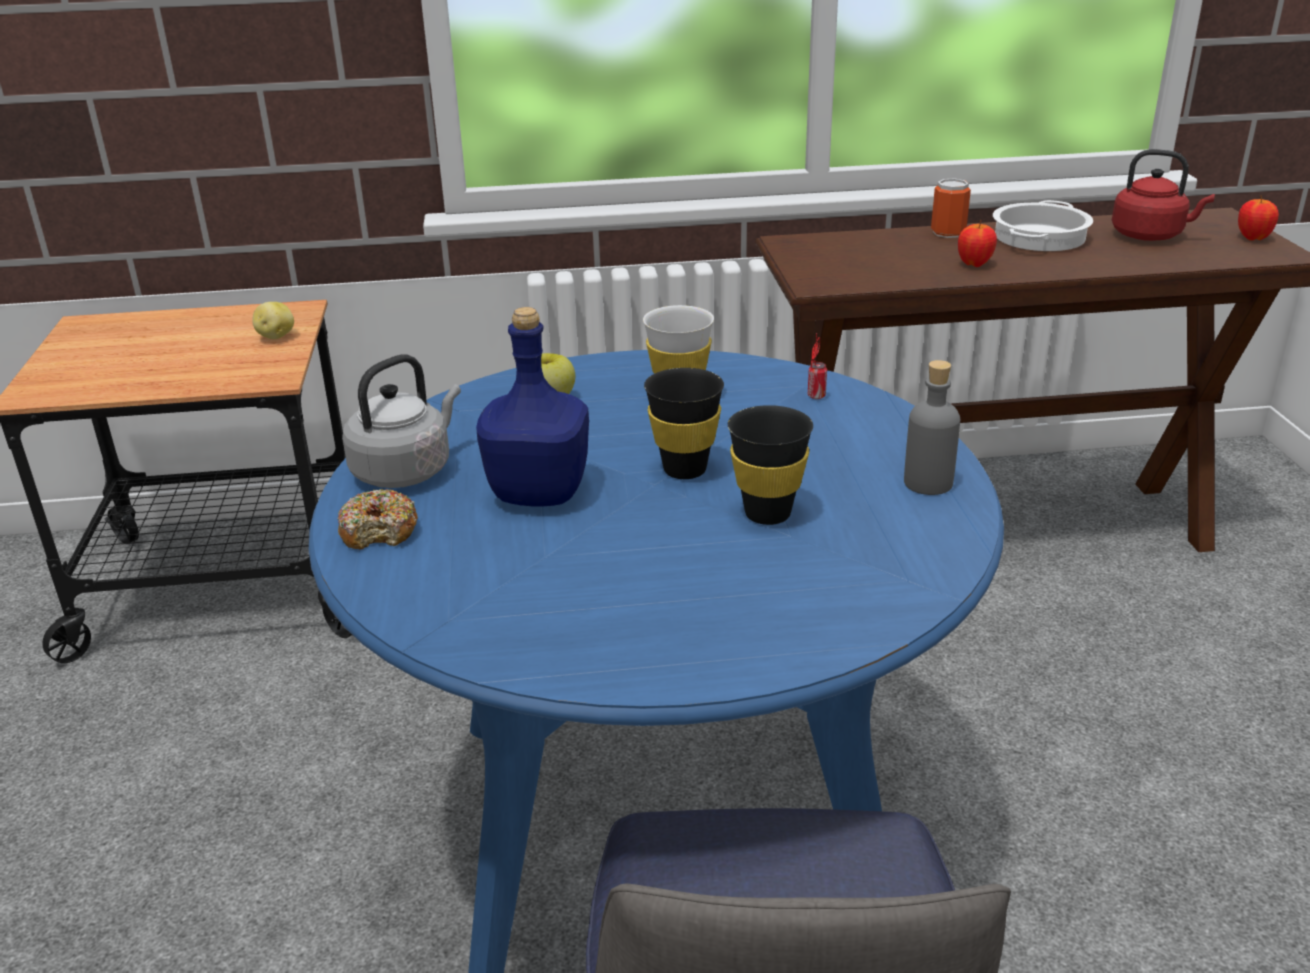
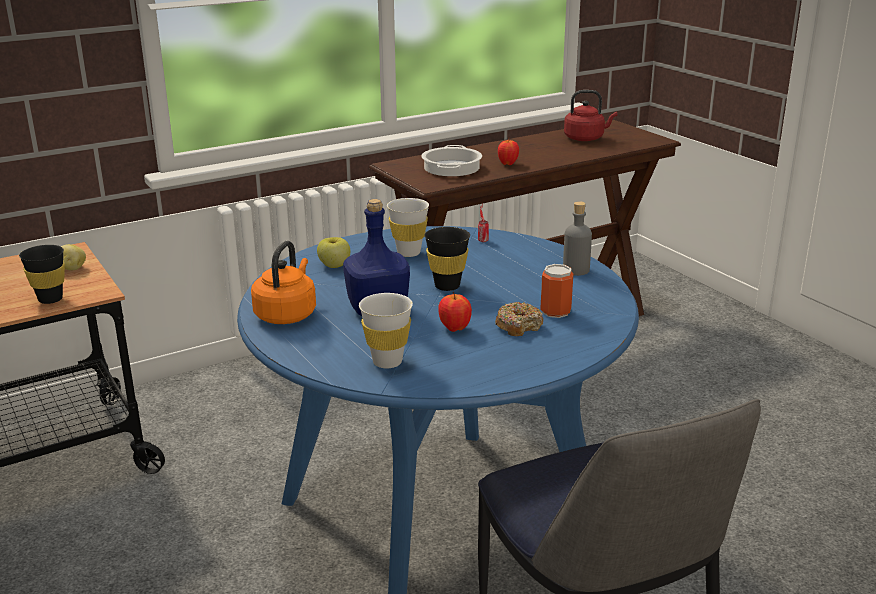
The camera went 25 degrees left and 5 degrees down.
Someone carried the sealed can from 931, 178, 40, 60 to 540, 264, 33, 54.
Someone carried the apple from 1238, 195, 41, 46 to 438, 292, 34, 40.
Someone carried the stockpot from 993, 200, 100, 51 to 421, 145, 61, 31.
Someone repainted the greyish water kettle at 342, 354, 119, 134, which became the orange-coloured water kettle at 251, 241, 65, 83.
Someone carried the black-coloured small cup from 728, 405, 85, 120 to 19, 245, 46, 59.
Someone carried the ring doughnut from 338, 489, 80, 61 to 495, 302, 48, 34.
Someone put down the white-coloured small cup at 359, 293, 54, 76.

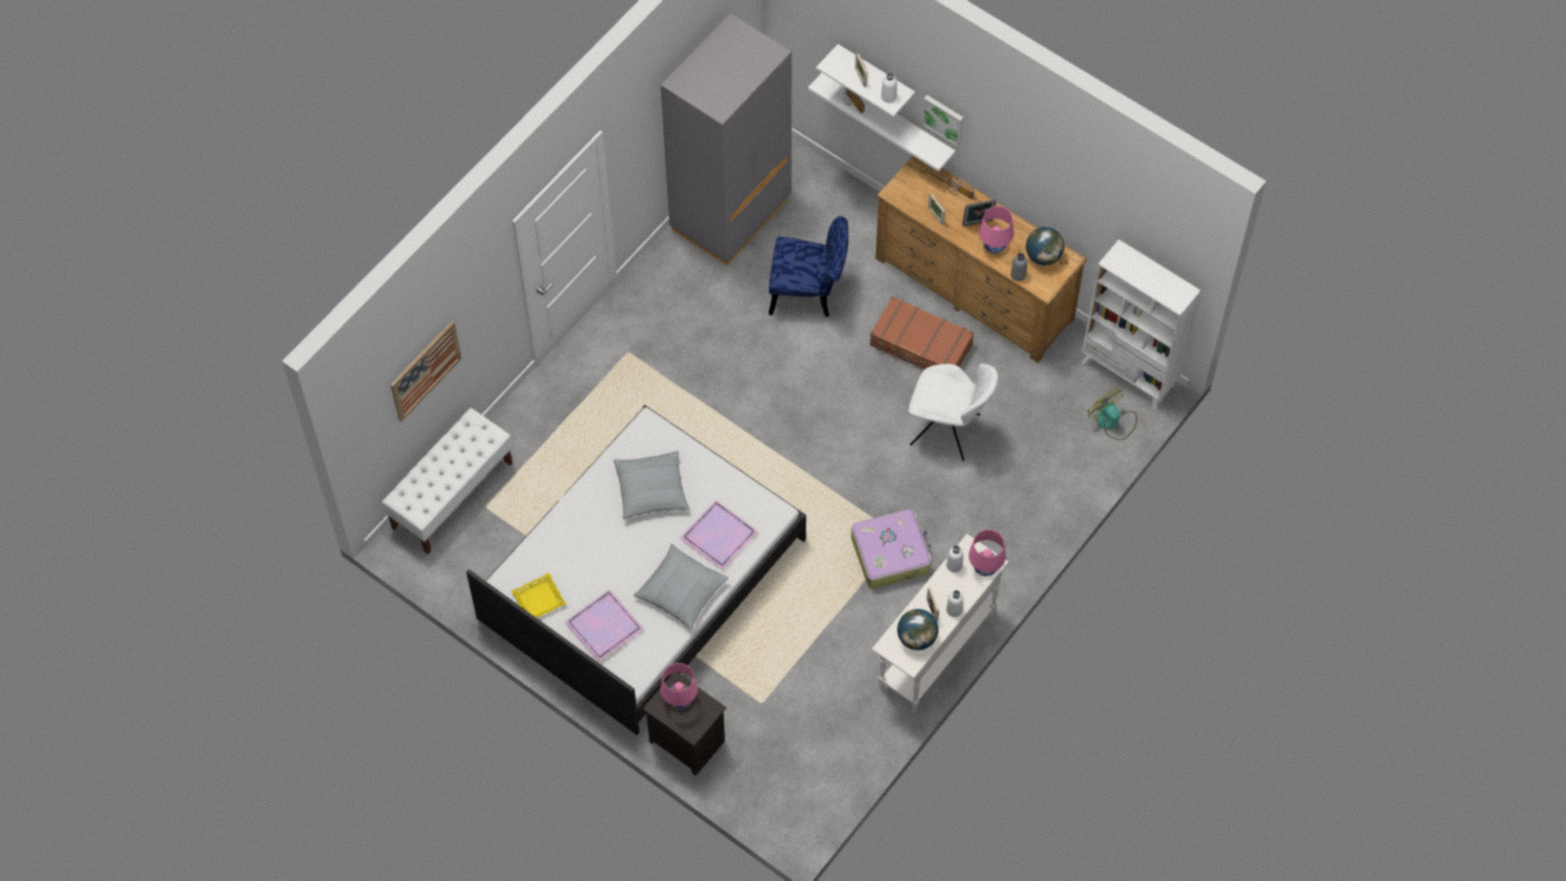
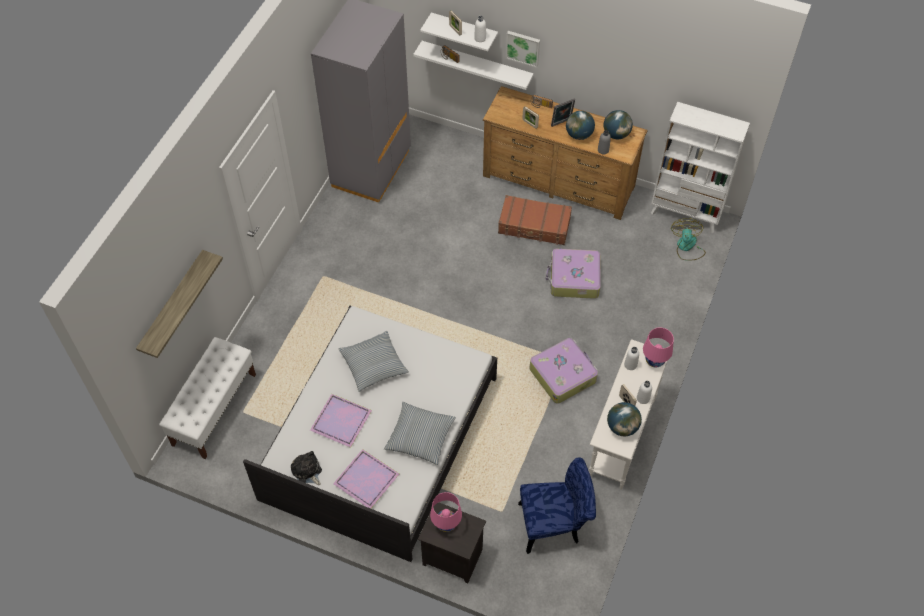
The camera went 15 degrees left and 5 degrees down.
Someone swapped the pink lamp for a table at 979, 206, 35, 48 for the world globe at 566, 111, 29, 29.
Someone carried the bluish chair from 769, 216, 80, 101 to 518, 457, 78, 97.
Someone swapped the wall art at 390, 321, 72, 101 for the bracket shelf at 136, 250, 87, 108.
Someone swapped the white-coloured chair at 909, 363, 89, 98 for the travel case at 546, 248, 55, 51.
Someone rotated the cooling fan at 1087, 387, 50, 53 by 60 degrees clockwise.
Someone carried the purplish carrying tray from 680, 500, 79, 70 to 310, 394, 62, 54.
Someone swapped the yellow carrying tray at 511, 573, 55, 45 for the cuddly toy at 291, 451, 31, 34.

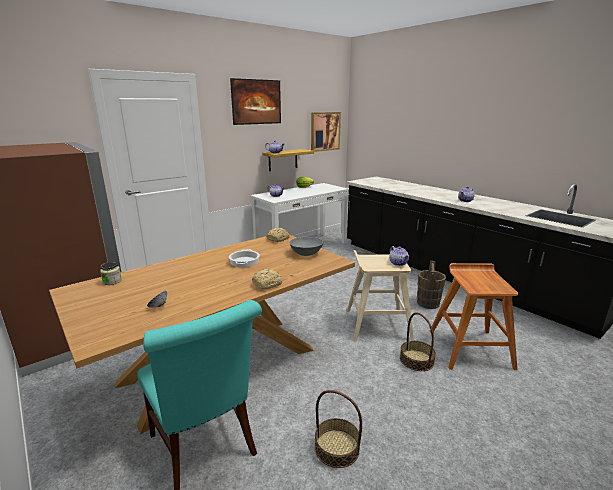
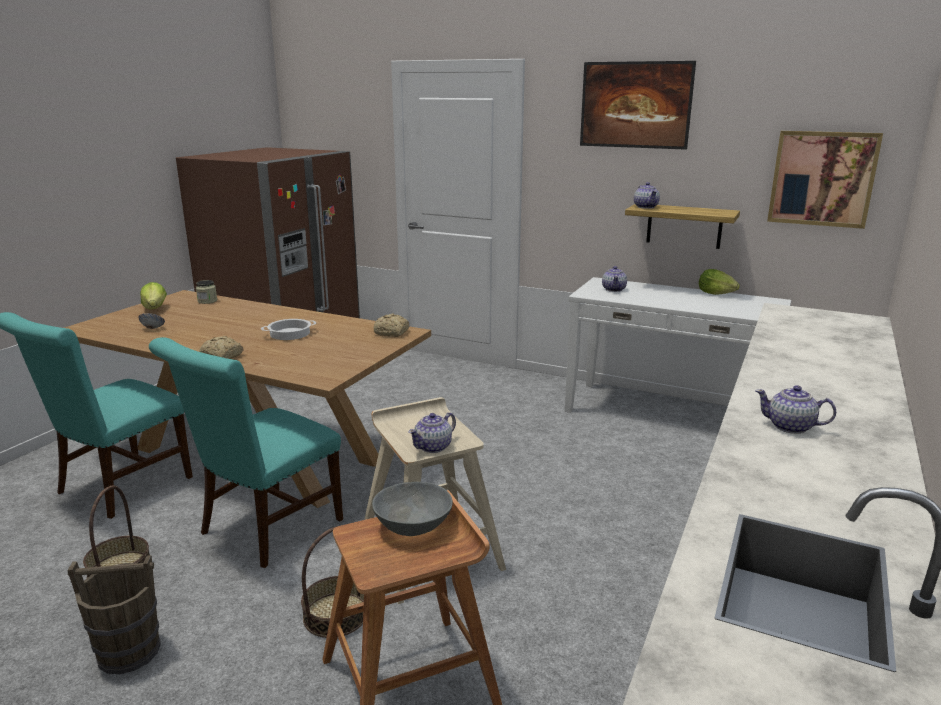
The camera went 65 degrees right and 0 degrees up.
Someone carried the greyish bowl from 290, 237, 34, 19 to 372, 482, 81, 54.
Someone carried the brown pail from 417, 261, 29, 48 to 67, 555, 94, 119.
Someone put down the lettuce head at 140, 282, 27, 28.
Someone put down the blue-green chair at 149, 337, 194, 231.

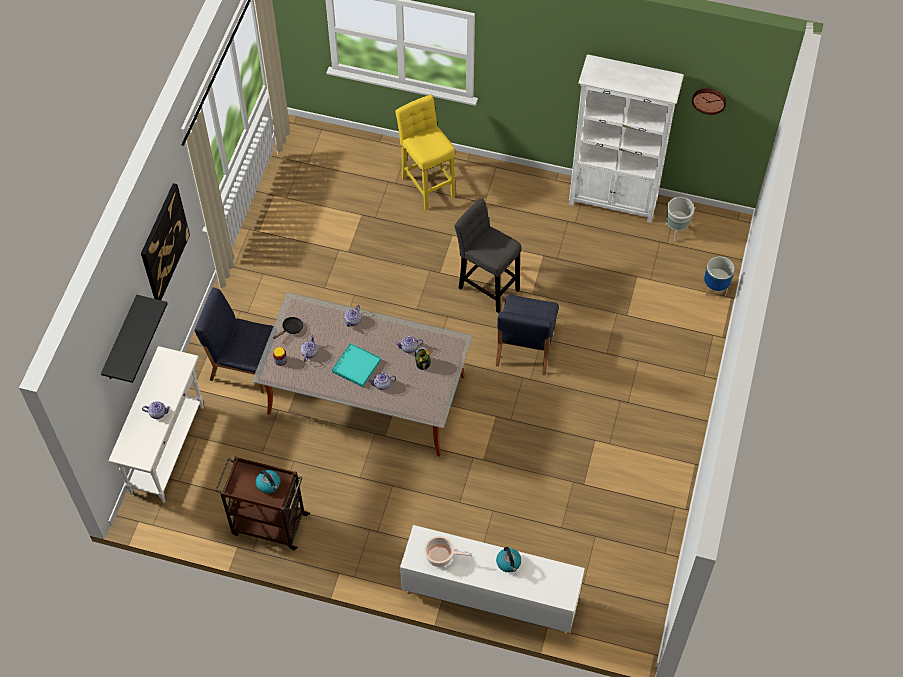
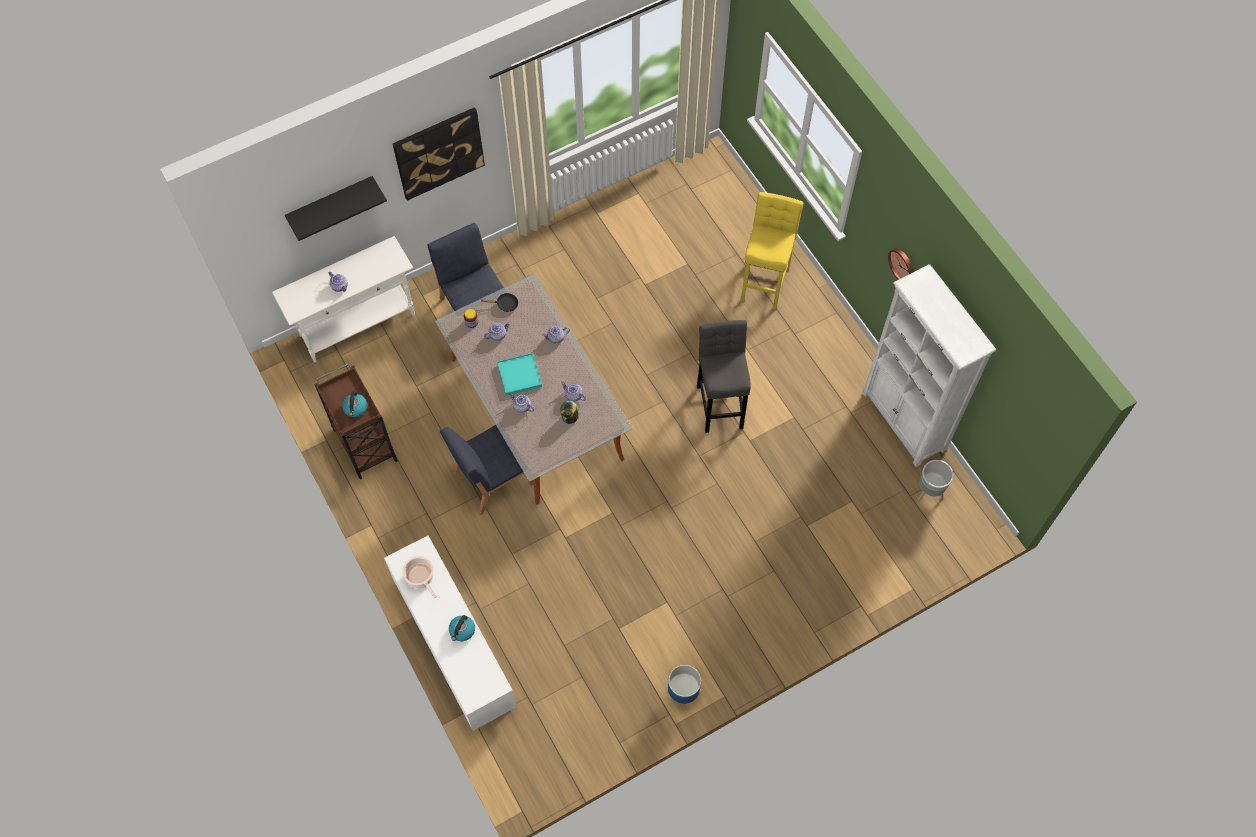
The camera went 45 degrees right and 5 degrees up.
Someone carried the wall clock from 692, 88, 34, 27 to 888, 248, 26, 32.
Someone carried the flower pot from 704, 256, 31, 42 to 667, 665, 34, 44.
Someone carried the bluish chair from 496, 294, 63, 81 to 440, 425, 94, 90.

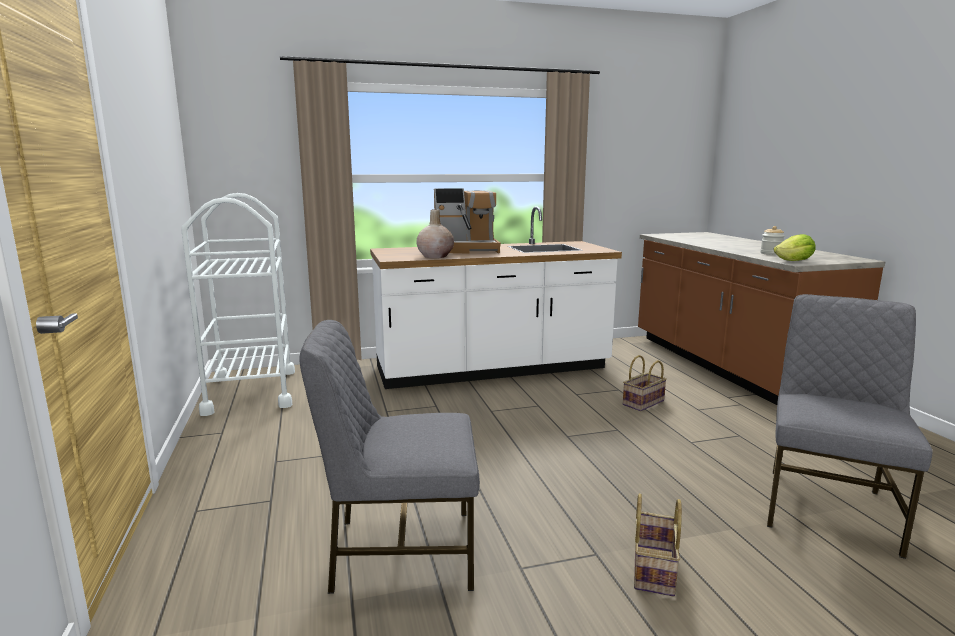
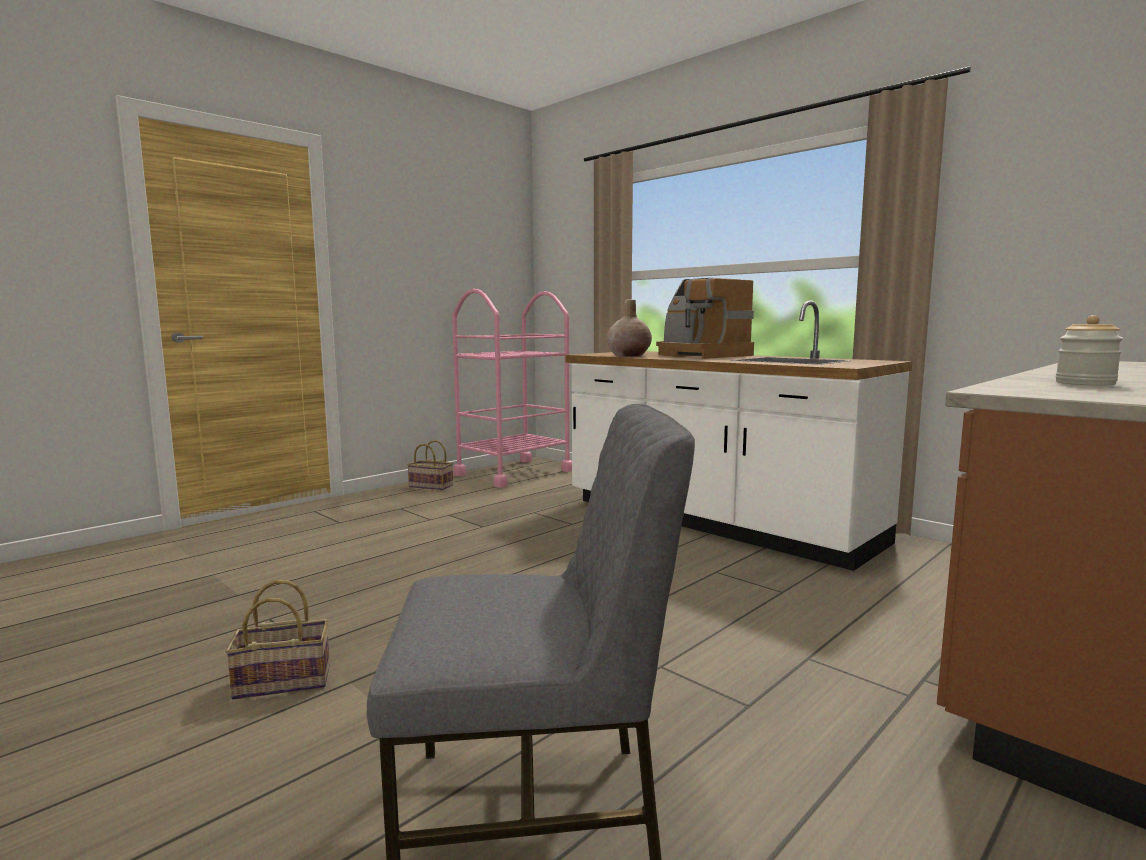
The camera went 60 degrees right and 5 degrees down.
Someone repainted the white-coloured cart at 181, 193, 114, 223, which became the pink cart at 452, 289, 120, 199.
Someone took away the lettuce head at 774, 234, 42, 27.
Someone took away the greyish chair at 299, 320, 181, 274.
Someone carried the storage basket from 623, 355, 44, 56 to 407, 440, 46, 50.

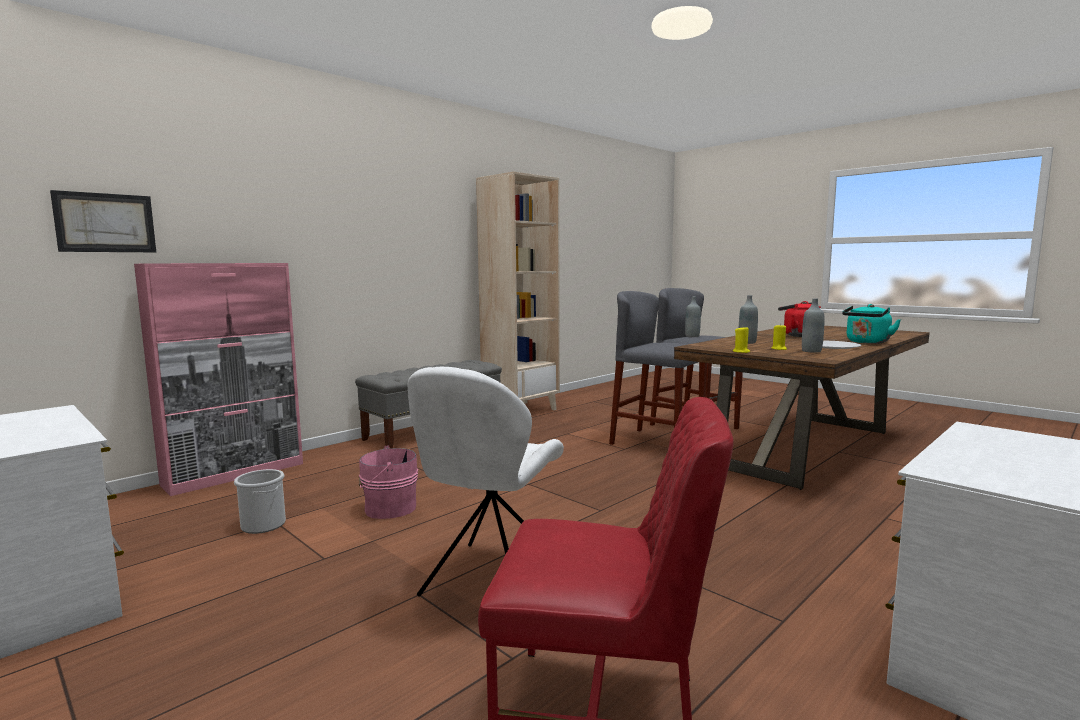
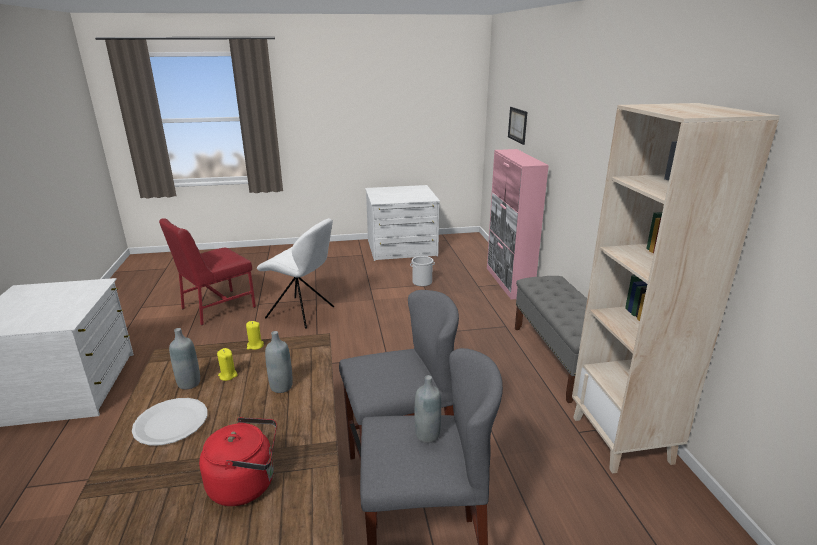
The camera went 125 degrees right and 15 degrees up.
Someone took away the blue-green water kettle at 842, 304, 59, 40.
Someone rotated the white-coloured chair at 408, 367, 156, 230 by 150 degrees clockwise.
Someone took away the pink pail at 359, 446, 59, 73.

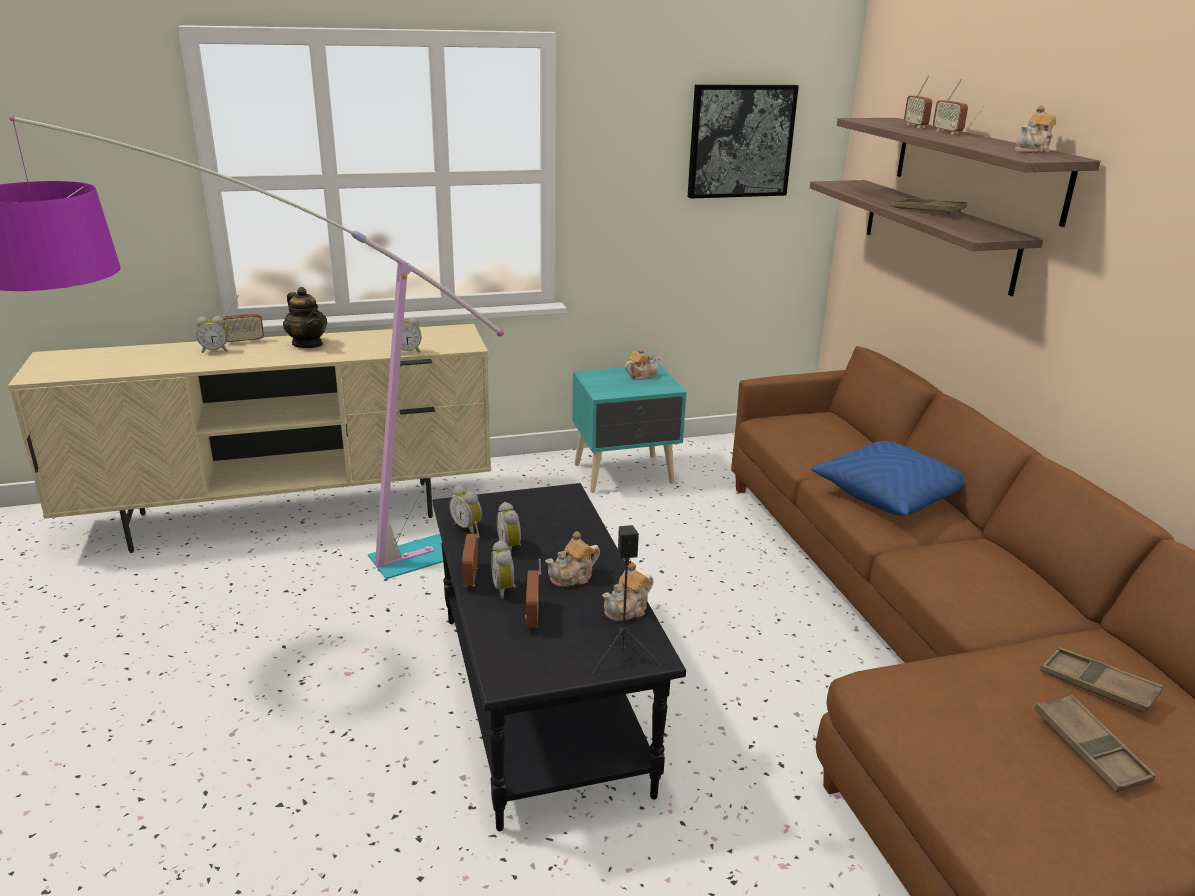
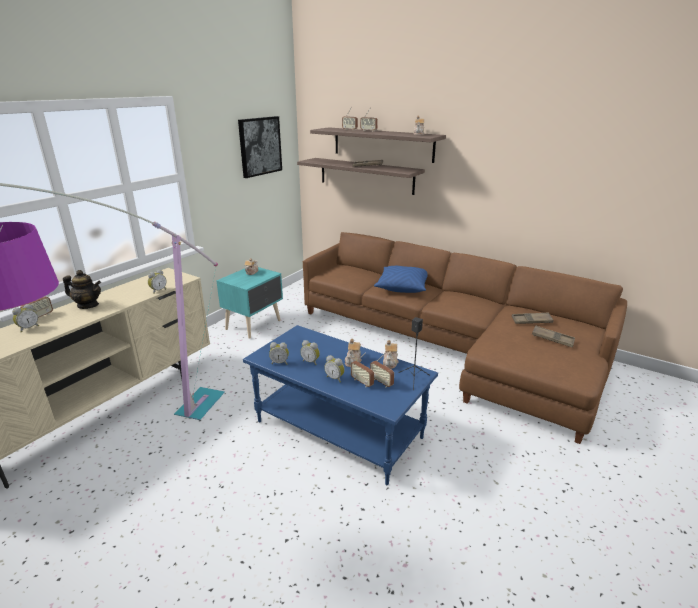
The camera went 40 degrees left and 0 degrees up.
Someone repainted the black-coloured lounge table at 433, 483, 253, 348, which became the bluish lounge table at 243, 325, 195, 160.
Someone carried the radio set from 462, 521, 18, 65 to 370, 352, 24, 36.

